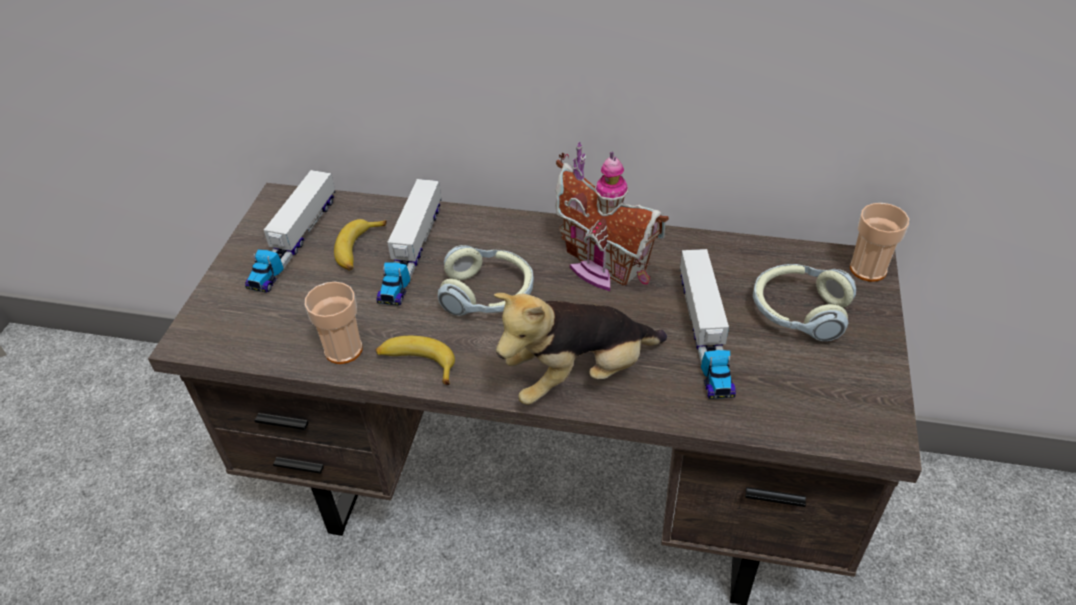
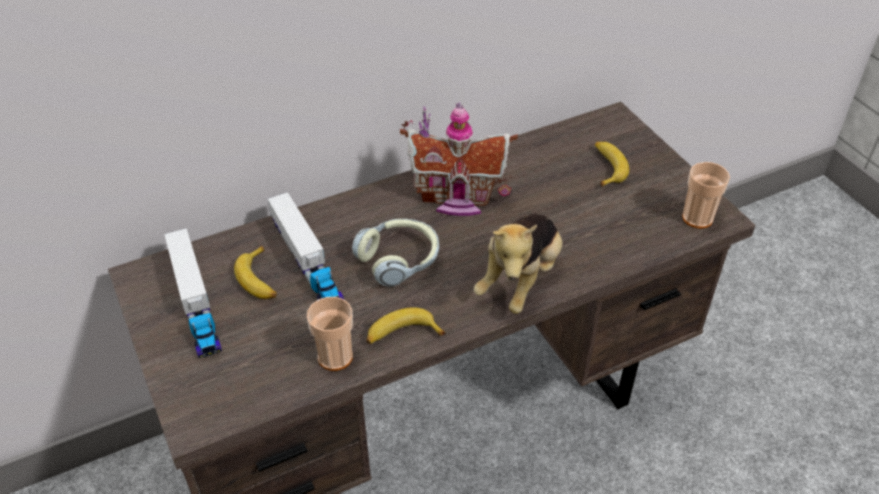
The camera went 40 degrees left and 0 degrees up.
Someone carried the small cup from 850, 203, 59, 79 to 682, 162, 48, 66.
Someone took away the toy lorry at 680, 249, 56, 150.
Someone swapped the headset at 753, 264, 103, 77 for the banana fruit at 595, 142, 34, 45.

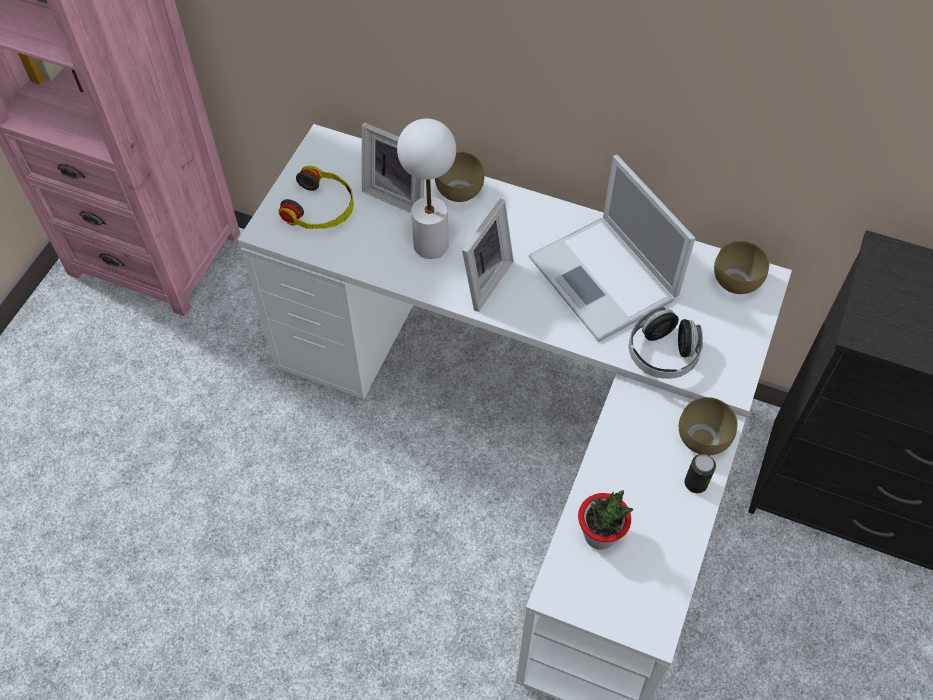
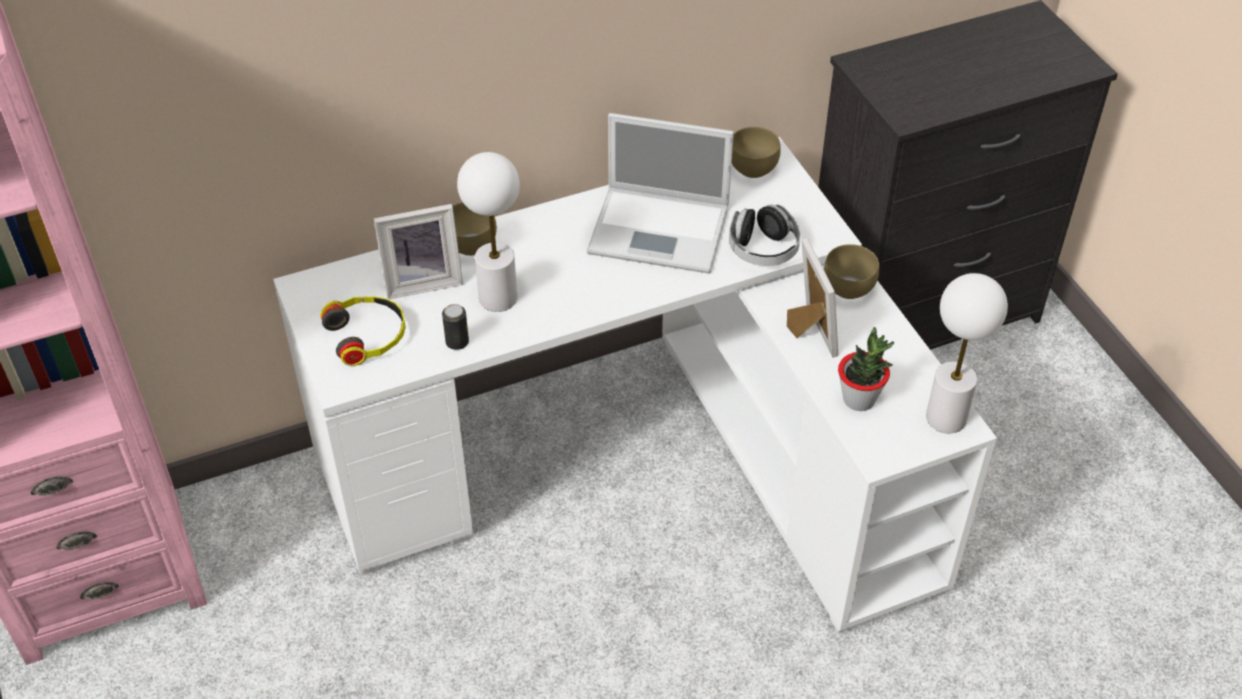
The camera went 45 degrees left and 10 degrees down.
Someone carried the photo frame from 462, 199, 52, 113 to 787, 238, 51, 120.
Someone carried the sealed can from 685, 454, 31, 39 to 442, 304, 27, 46.
Someone put down the white-coloured lamp for a table at 926, 273, 82, 160.

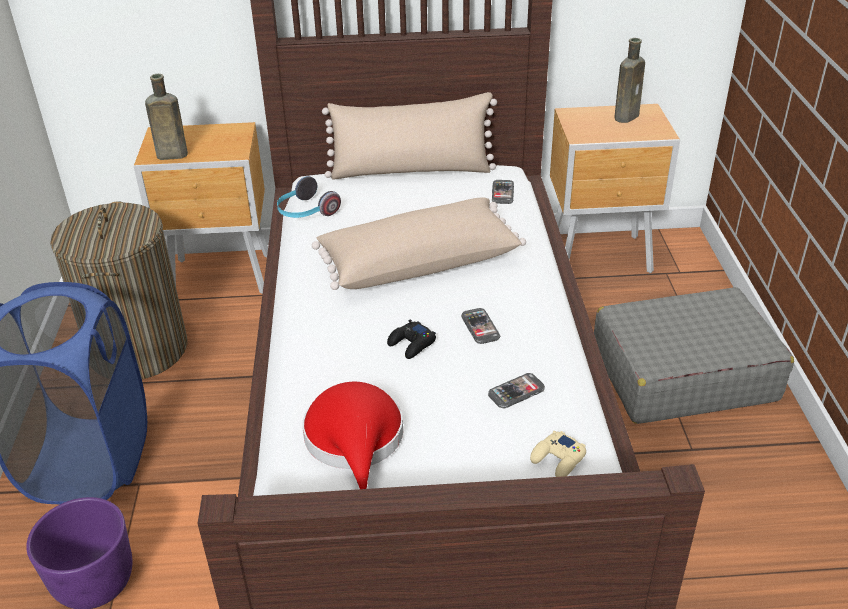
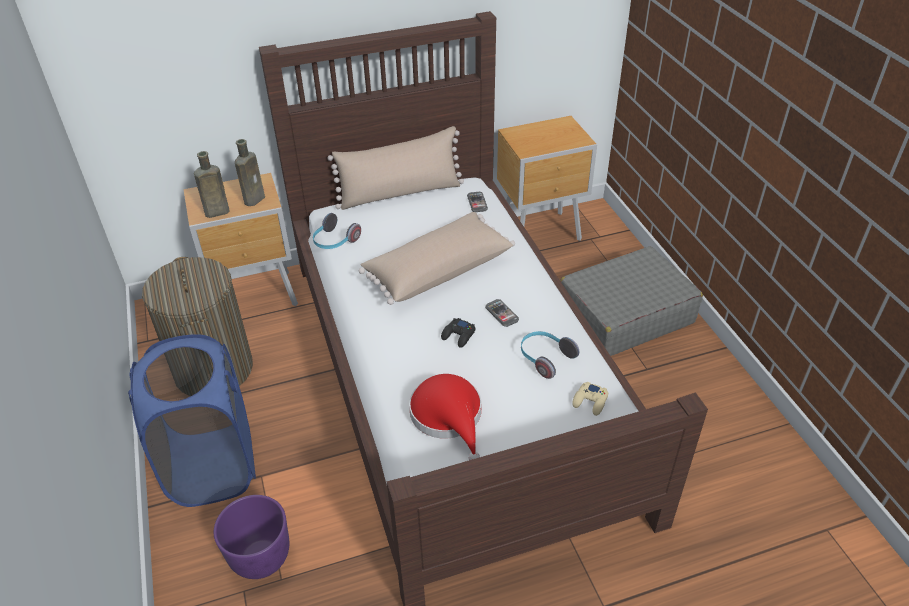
The camera went 15 degrees left and 5 degrees up.
Someone carried the brown drink bottle from 615, 38, 30, 85 to 235, 139, 30, 67.
Someone swapped the telephone at 488, 373, 57, 36 for the headset at 521, 331, 58, 48.

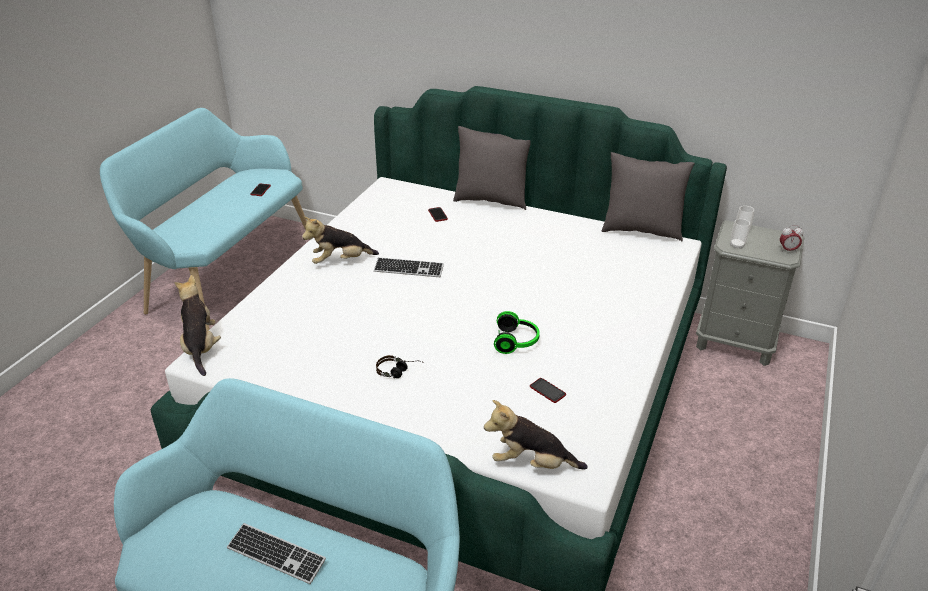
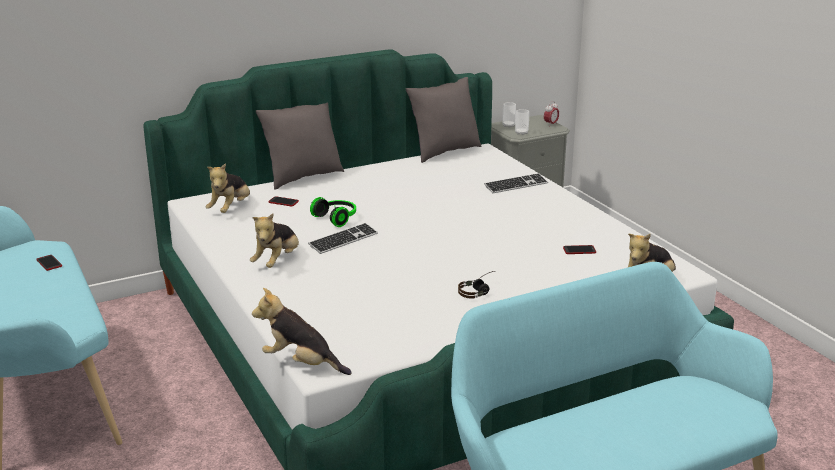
The camera went 50 degrees left and 10 degrees down.
Someone carried the headset from 494, 311, 46, 43 to 310, 197, 46, 30.
Someone carried the computer keyboard from 227, 523, 99, 61 to 484, 173, 64, 20.
Someone put down the cuddly toy at 206, 163, 44, 50.

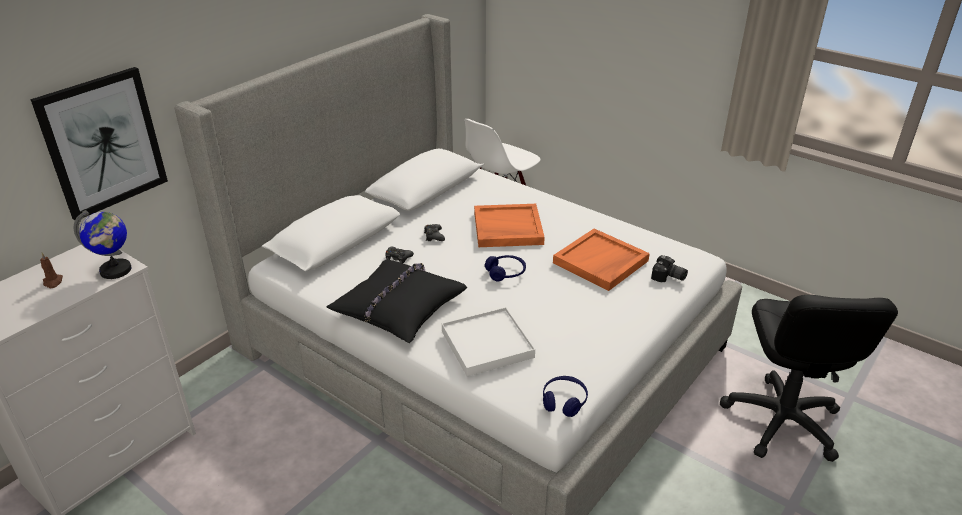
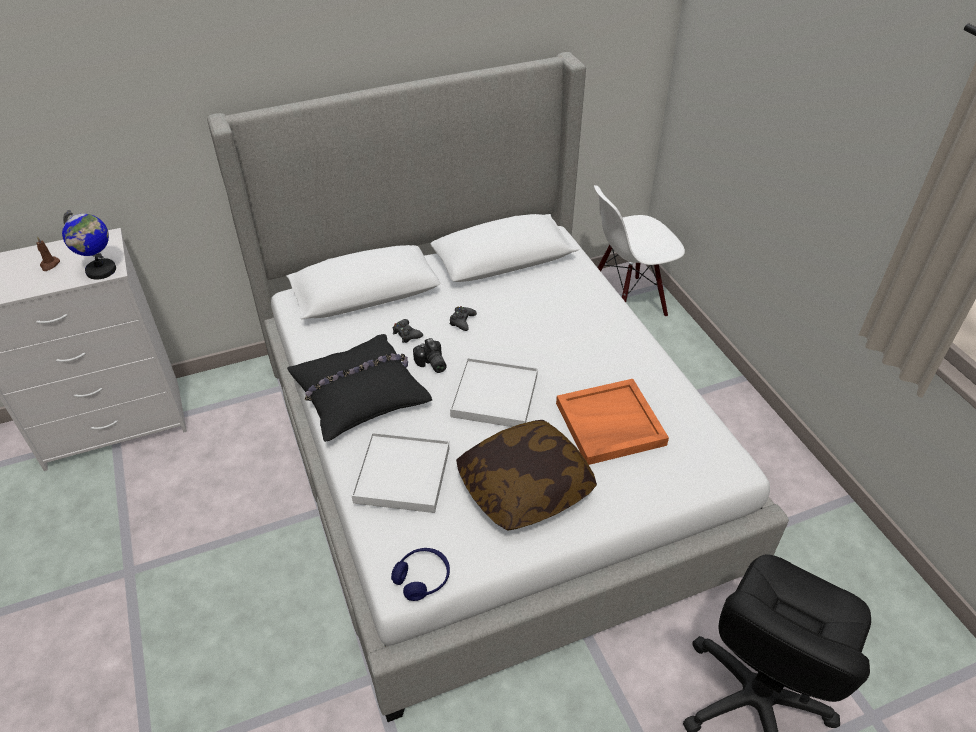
The camera went 30 degrees right and 10 degrees up.
Someone took away the wall art at 30, 67, 138, 153.
Someone took away the orange-coloured carrying tray at 474, 204, 71, 43.
Someone swapped the bluish headset at 485, 255, 41, 26 for the white-coloured carrying tray at 450, 358, 88, 69.
Someone carried the still camera from 651, 255, 37, 27 to 413, 338, 34, 35.
Someone put down the cushion at 456, 420, 141, 110.

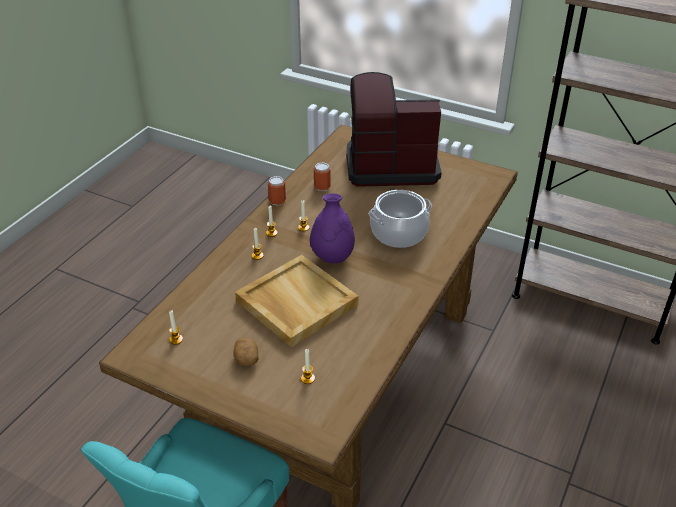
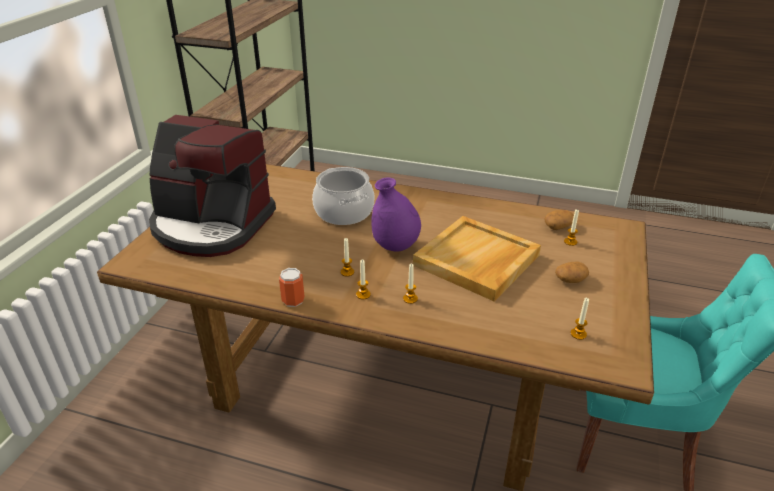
The camera went 100 degrees left and 5 degrees down.
Someone rotated the coffee machine at 347, 72, 95, 115 by 60 degrees counterclockwise.
Someone took away the sealed can at 314, 162, 17, 29.
Someone put down the whole potato at 545, 210, 29, 20.

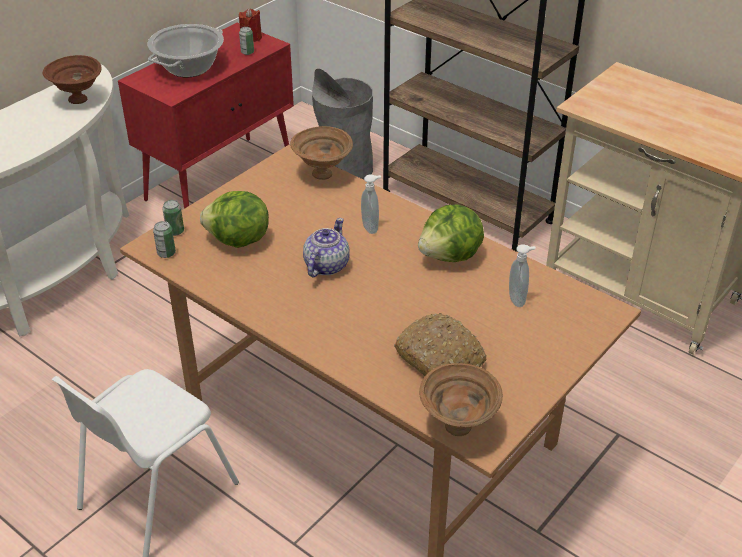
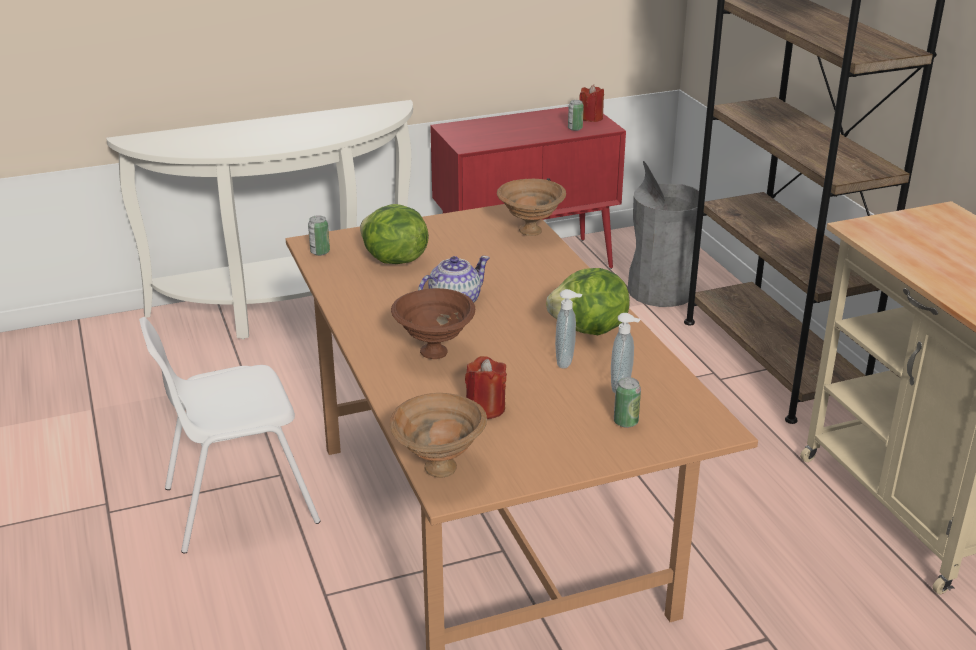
The camera went 30 degrees right and 10 degrees down.
Someone took away the stockpot at 148, 24, 76, 53.
Someone carried the brown bowl from 43, 55, 59, 49 to 391, 288, 84, 71.
Someone carried the liquid soap bottle from 361, 174, 20, 60 to 555, 289, 27, 79.
Someone carried the sealed can from 162, 200, 22, 36 to 614, 377, 27, 51.
Someone swapped the bread at 394, 313, 93, 63 for the red wax candle at 465, 356, 42, 63.

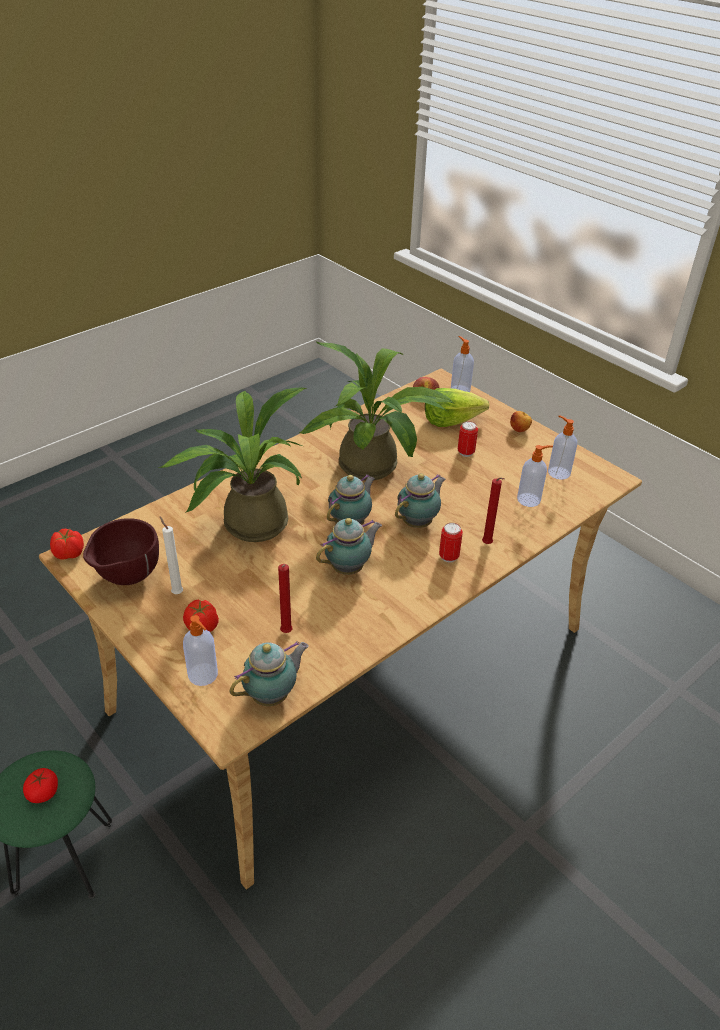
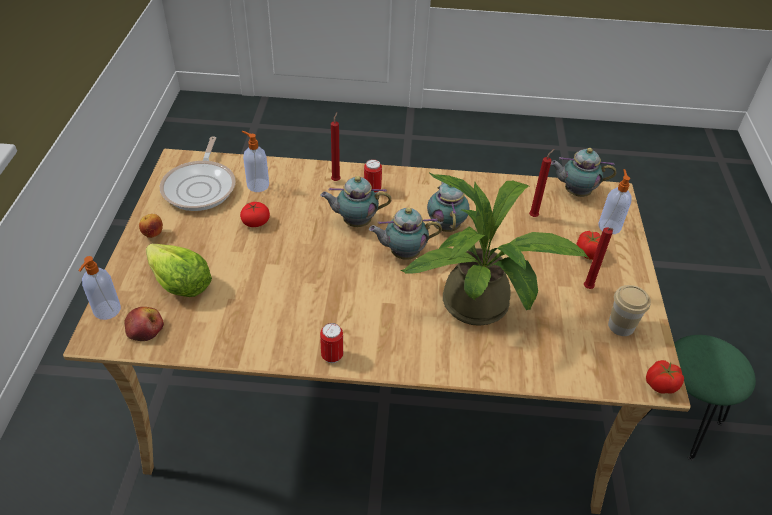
The camera went 135 degrees left and 5 degrees up.
Someone took away the plant in a pot at 299, 341, 155, 140.
Someone swapped the liquid soap bottle at 548, 415, 29, 65 for the frying pan at 160, 136, 76, 75.
Someone carried the sealed can from 458, 421, 20, 36 to 320, 323, 23, 40.
Someone repainted the white-coloured wax candle at 160, 517, 23, 77, which became the red wax candle at 584, 227, 29, 62.
Someone swapped the brown bowl at 83, 518, 76, 67 for the small cup at 608, 285, 43, 51.
Someone rotated the tea pot at 316, 518, 66, 57 by 75 degrees clockwise.
Someone carried the fresh tomato from 23, 768, 35, 35 to 240, 202, 30, 25.

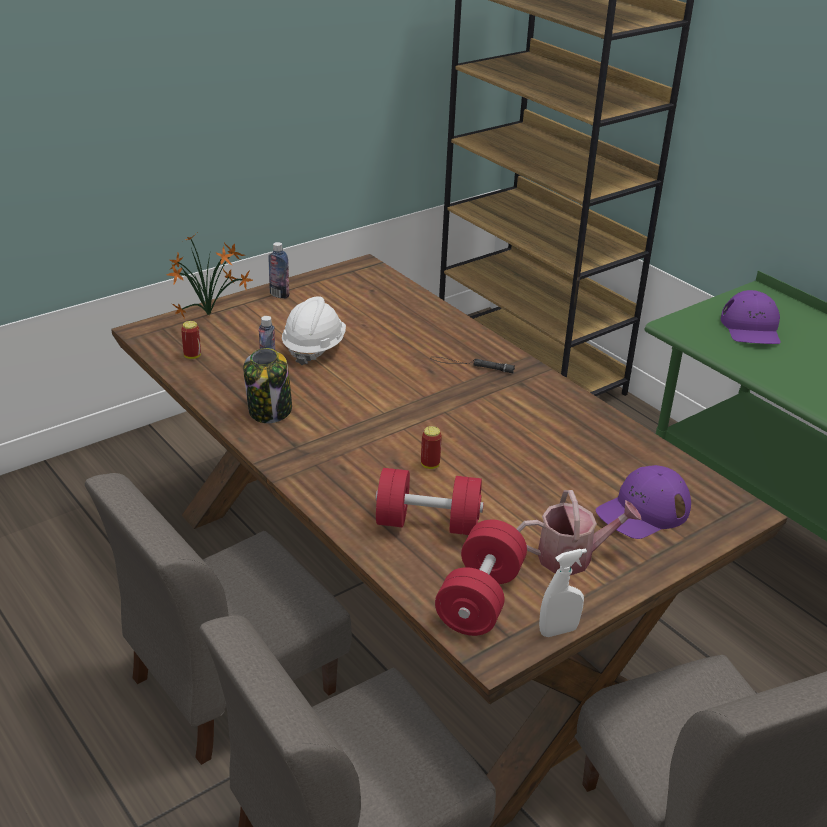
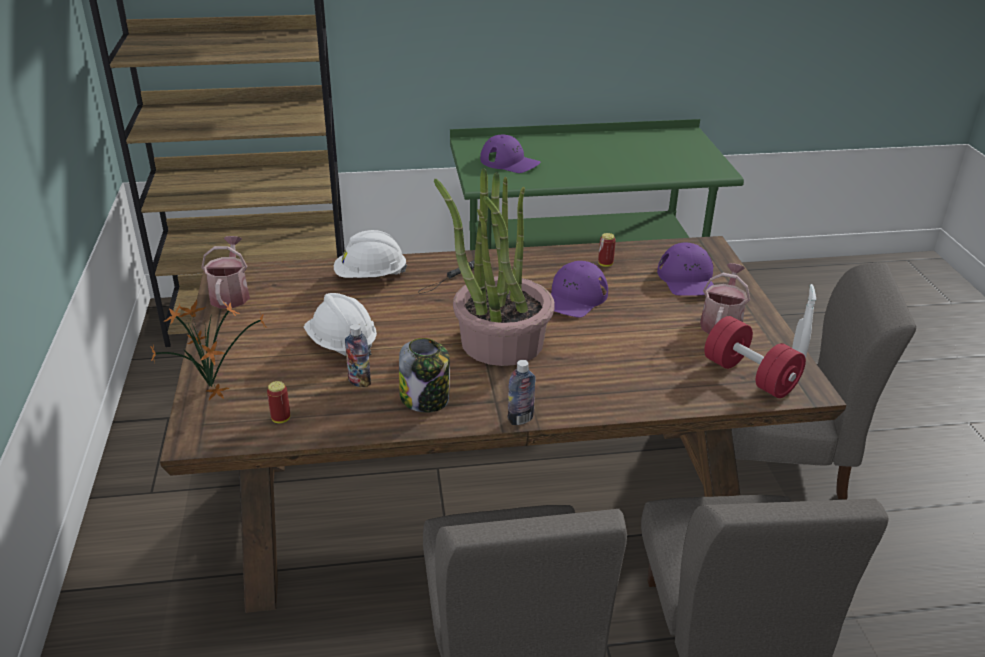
The camera went 60 degrees left and 0 degrees up.
Someone carried the drink bottle from 268, 242, 21, 57 to 508, 360, 28, 65.
Someone carried the sealed can from 421, 426, 21, 43 to 598, 233, 18, 34.
Someone took away the red hand weight at 375, 468, 109, 67.
Someone put down the plant in a pot at 434, 168, 120, 198.
Someone put down the white-coloured hard hat at 334, 230, 73, 48.
Someone put down the watering pot at 201, 236, 49, 72.
Someone put down the purplish cap at 551, 261, 57, 57.

